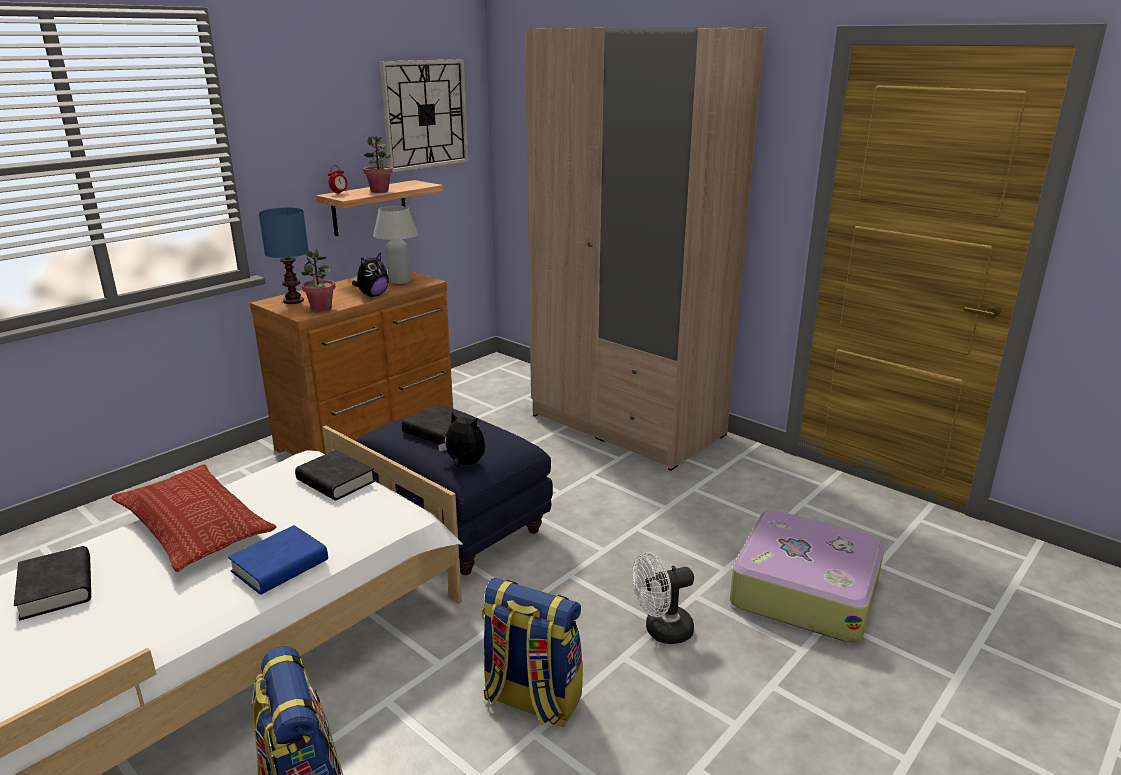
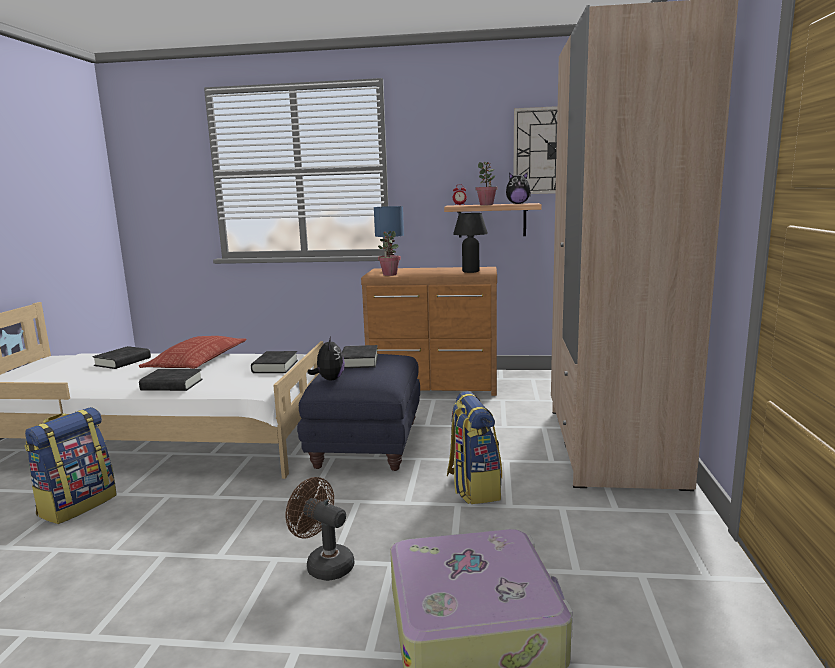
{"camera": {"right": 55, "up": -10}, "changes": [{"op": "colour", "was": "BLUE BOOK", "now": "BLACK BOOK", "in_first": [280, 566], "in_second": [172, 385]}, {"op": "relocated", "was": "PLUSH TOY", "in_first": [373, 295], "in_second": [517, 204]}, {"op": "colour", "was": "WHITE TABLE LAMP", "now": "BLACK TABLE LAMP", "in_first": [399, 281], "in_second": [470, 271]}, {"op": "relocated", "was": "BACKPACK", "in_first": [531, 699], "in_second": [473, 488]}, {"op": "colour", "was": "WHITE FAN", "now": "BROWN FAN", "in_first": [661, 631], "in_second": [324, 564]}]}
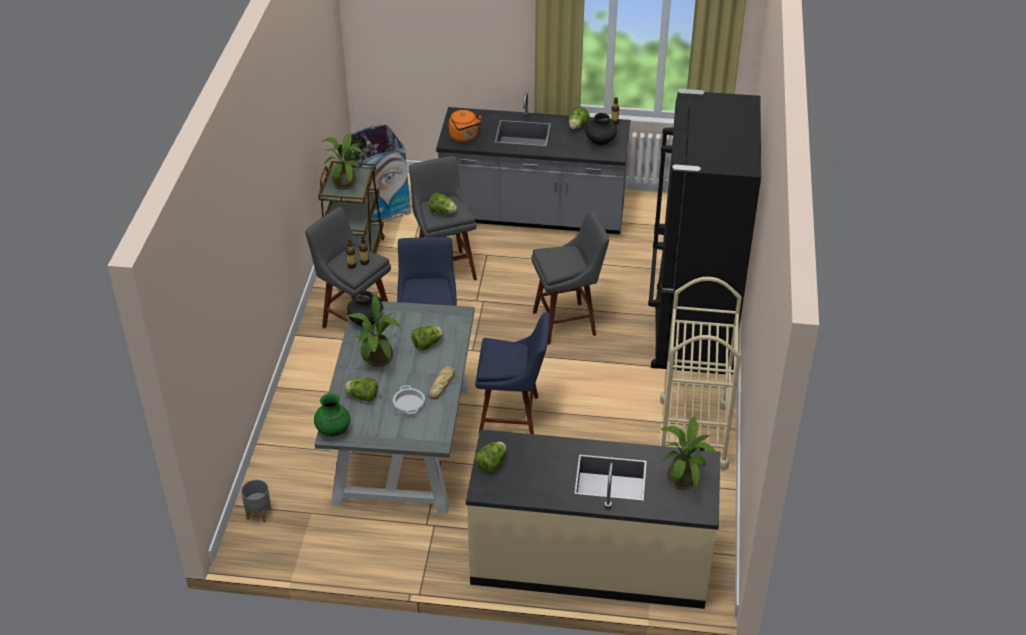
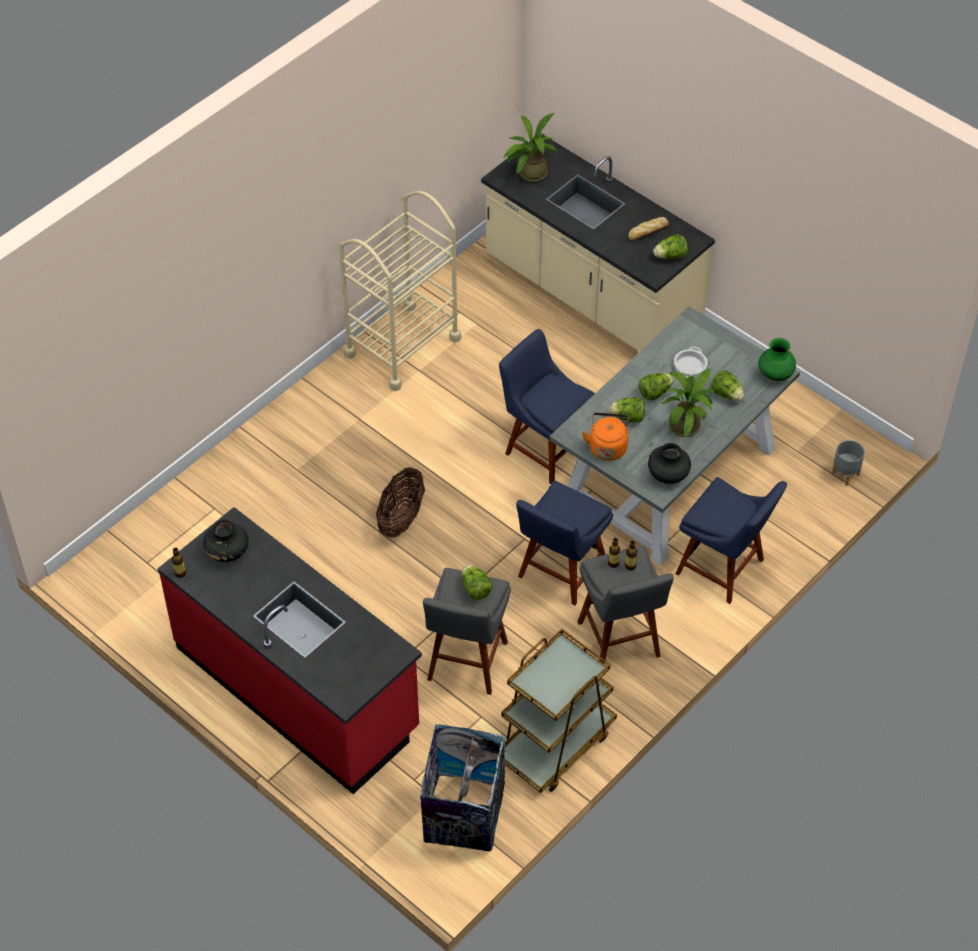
{"camera": {"right": -145, "up": 10}, "changes": [{"op": "missing", "was": "POTTED PLANT", "in_first": [346, 181]}, {"op": "relocated", "was": "BREAD", "in_first": [442, 384], "in_second": [647, 232]}, {"op": "colour", "was": "GREY COUNTER", "now": "RED COUNTER", "in_first": [533, 214], "in_second": [298, 688]}, {"op": "relocated", "was": "ORANGE KETTLE", "in_first": [465, 137], "in_second": [607, 446]}, {"op": "exchanged", "was": "GREY STOOL", "now": "BASKET", "in_first": [568, 322], "in_second": [401, 518]}, {"op": "relocated", "was": "LETTUCE", "in_first": [577, 126], "in_second": [655, 392]}, {"op": "missing", "was": "BLACK FRIDGE", "in_first": [690, 329]}, {"op": "appeared", "now": "BLUE CHAIR", "in_second": [723, 569]}]}
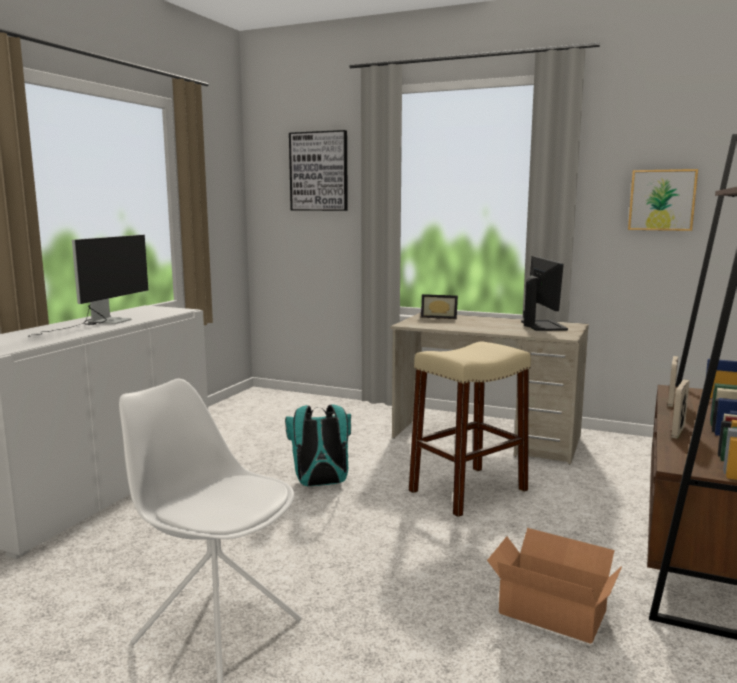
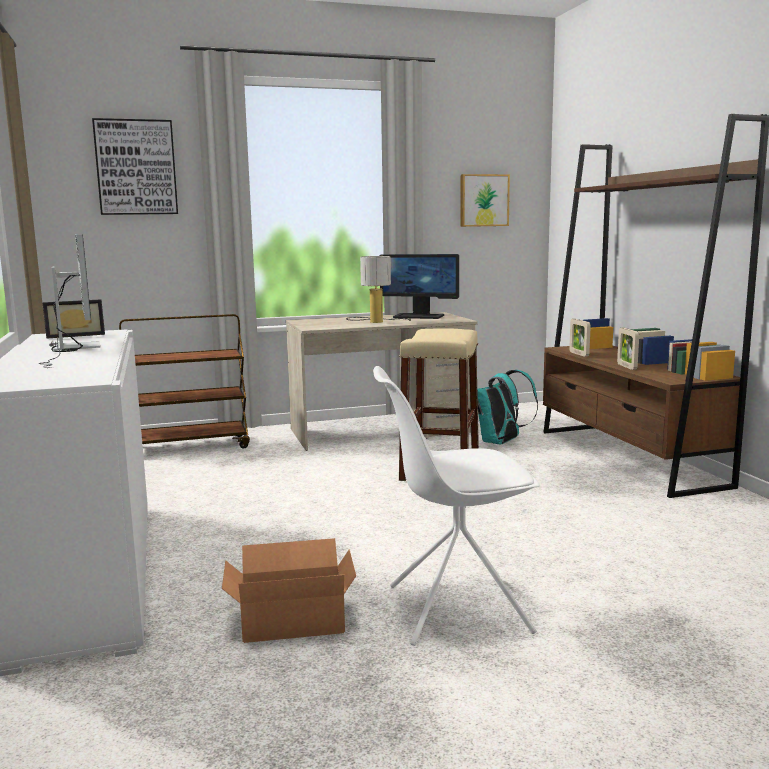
{"camera": {"right": -40, "up": 0}, "changes": [{"op": "relocated", "was": "TURQUOISE BACKPACK", "in_first": [320, 484], "in_second": [501, 442]}, {"op": "relocated", "was": "PICTURE FRAME", "in_first": [439, 317], "in_second": [75, 335]}, {"op": "relocated", "was": "CARDBOARD BOX", "in_first": [551, 609], "in_second": [290, 619]}, {"op": "spun", "was": "MONITOR", "in_first": [542, 325], "in_second": [419, 316], "clockwise": 150}, {"op": "appeared", "now": "BROWN CART", "in_second": [189, 446]}, {"op": "appeared", "now": "TABLE LAMP", "in_second": [376, 321]}]}
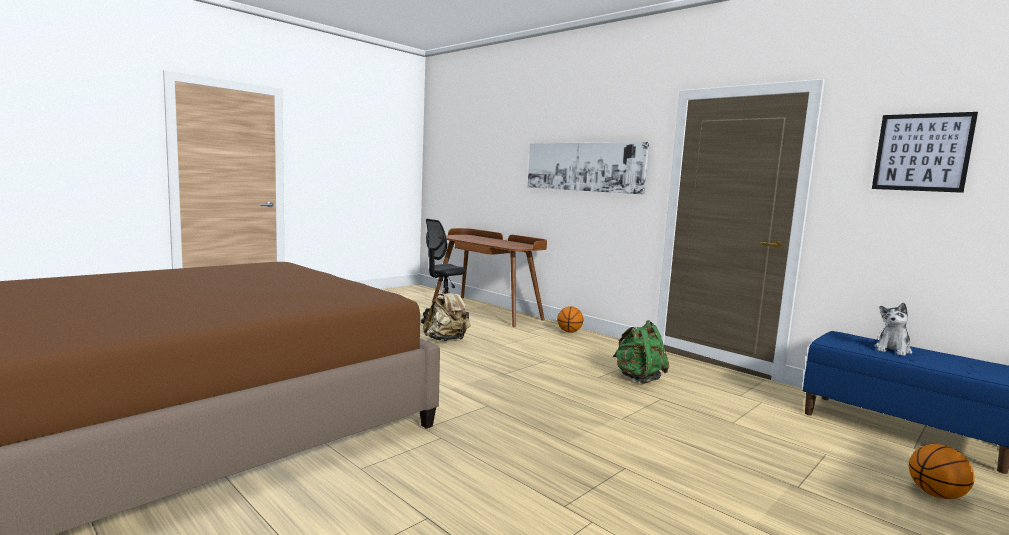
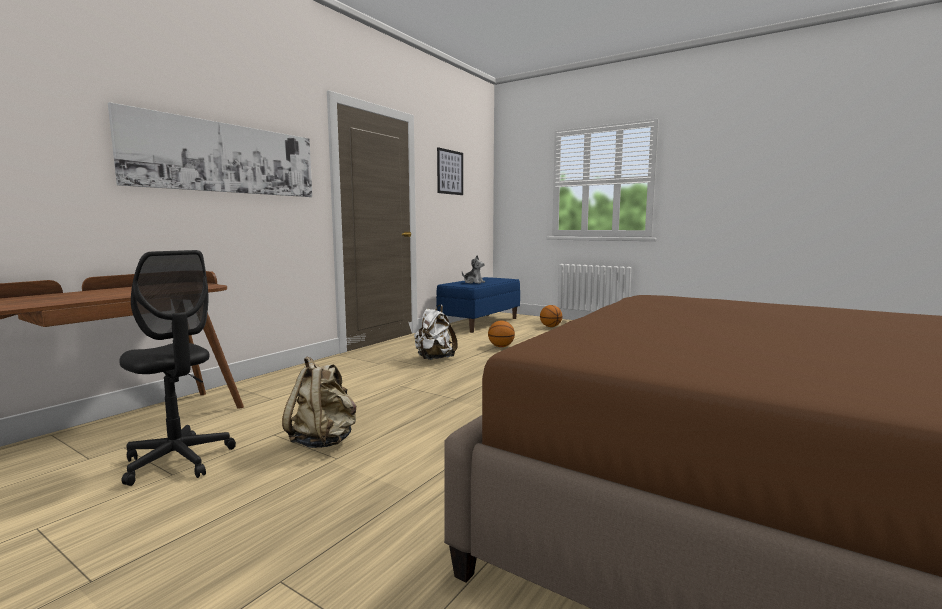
{"camera": {"right": -100, "up": 0}, "changes": [{"op": "relocated", "was": "BASKETBALL", "in_first": [569, 332], "in_second": [501, 346]}, {"op": "colour", "was": "GREEN BACKPACK", "now": "WHITE BACKPACK", "in_first": [638, 379], "in_second": [434, 359]}]}
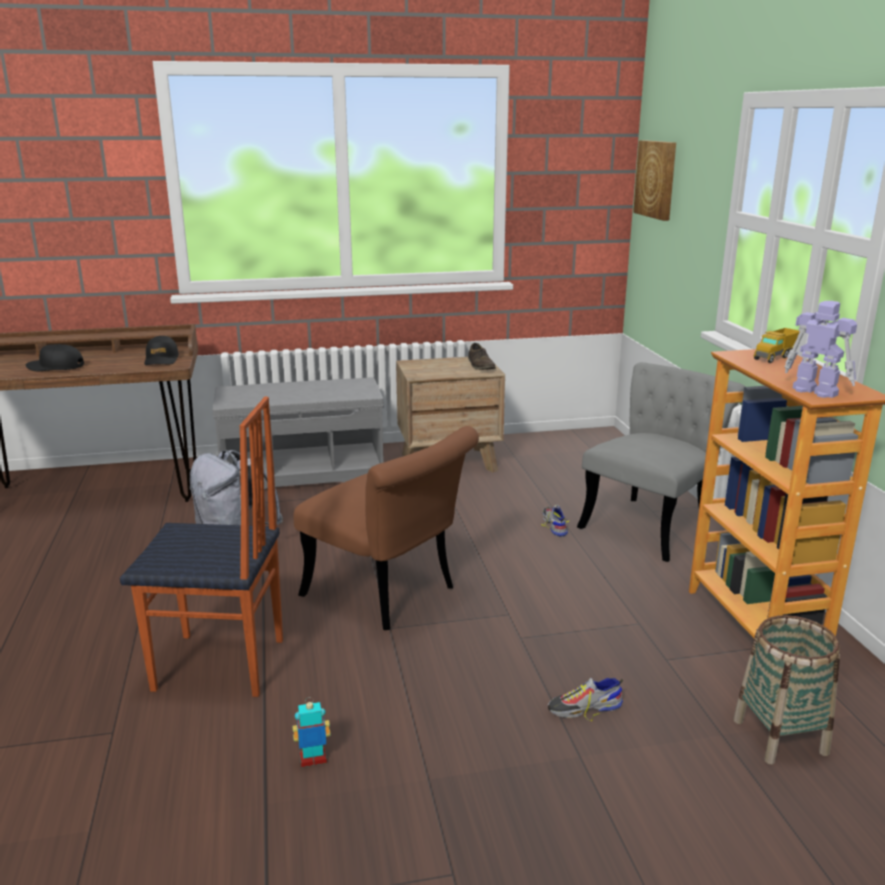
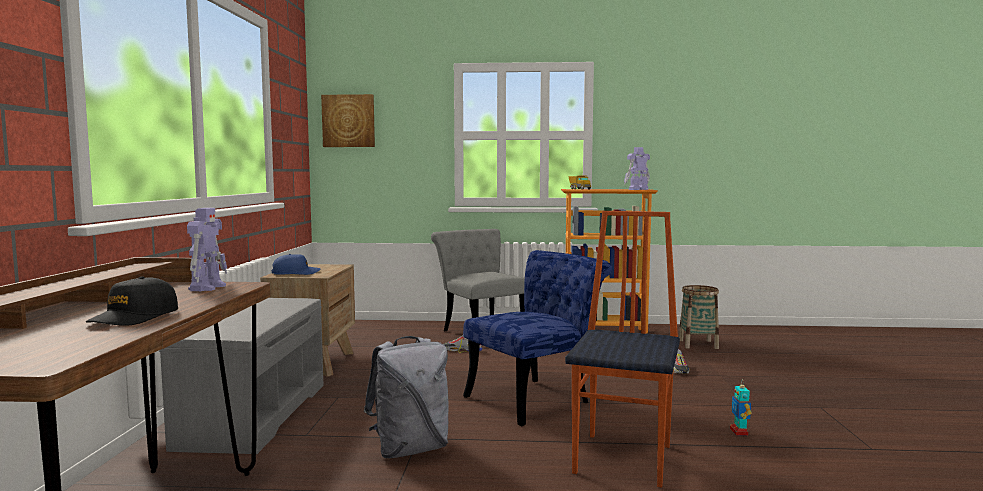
{"camera": {"right": -75, "up": -15}, "changes": [{"op": "exchanged", "was": "BLACK CAP", "now": "TOY ROBOT", "in_first": [161, 360], "in_second": [208, 287]}, {"op": "colour", "was": "BROWN CHAIR", "now": "BLUE CHAIR", "in_first": [389, 595], "in_second": [536, 399]}, {"op": "missing", "was": "BROWN SHOE", "in_first": [481, 365]}, {"op": "appeared", "now": "BLUE CAP", "in_second": [296, 273]}]}
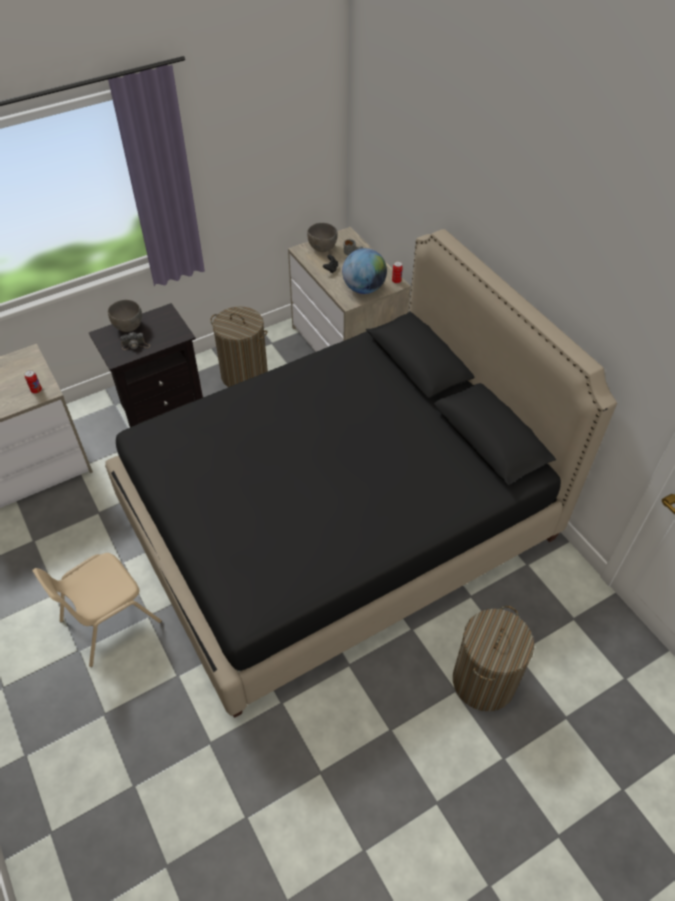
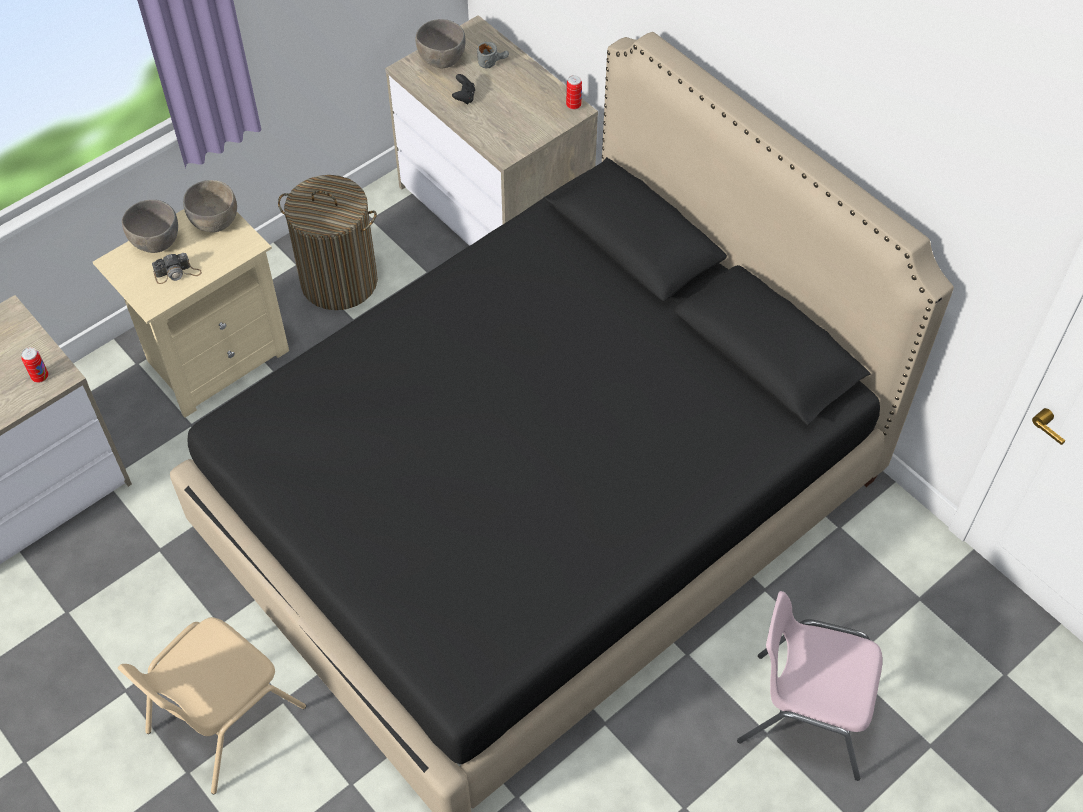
{"camera": {"right": -10, "up": 5}, "changes": [{"op": "colour", "was": "BLACK NIGHTSTAND", "now": "BEIGE NIGHTSTAND", "in_first": [160, 407], "in_second": [214, 357]}, {"op": "missing", "was": "GLOBE", "in_first": [363, 288]}, {"op": "exchanged", "was": "LAUNDRY BASKET", "now": "PINK CHAIR", "in_first": [483, 680], "in_second": [805, 713]}, {"op": "appeared", "now": "GREY BOWL", "in_second": [215, 222]}]}
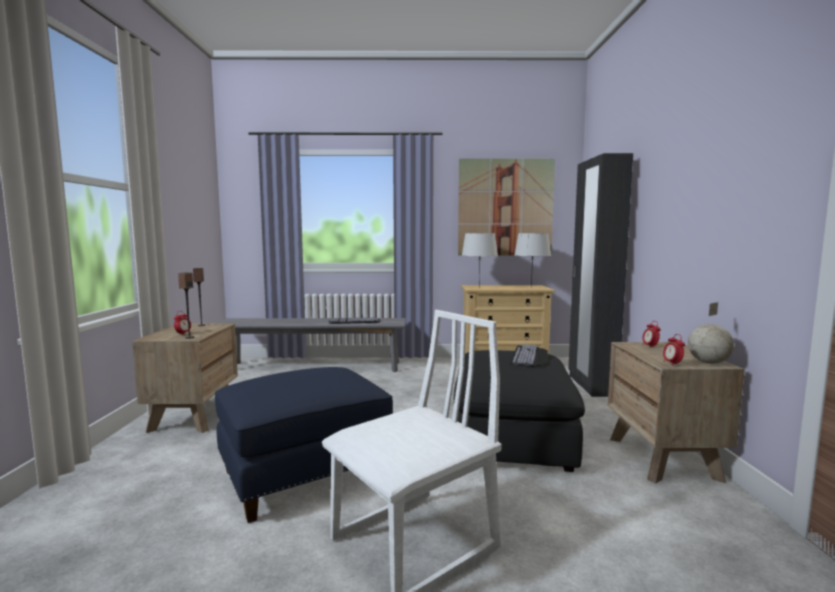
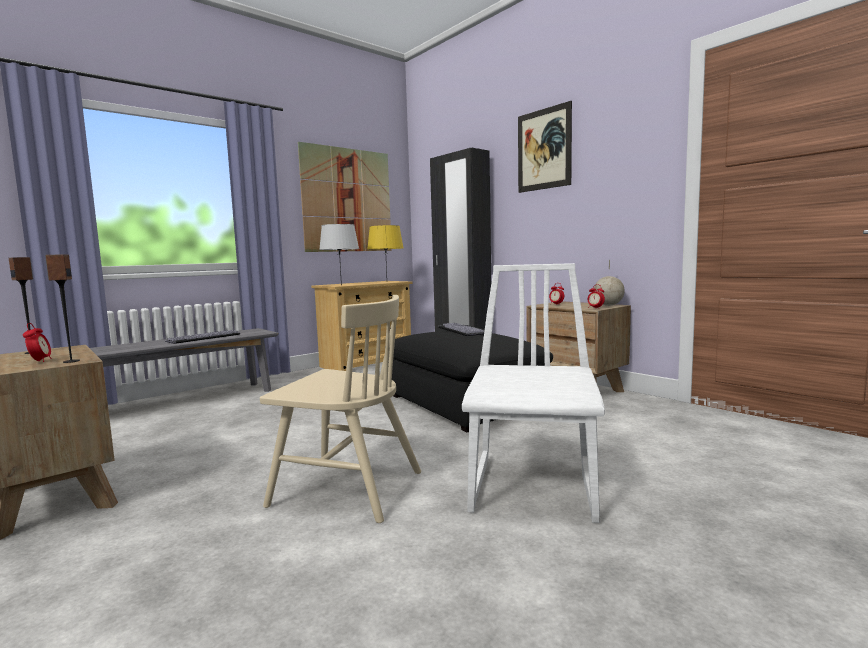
{"camera": {"right": -40, "up": 0}, "changes": [{"op": "exchanged", "was": "BLUE OTTOMAN", "now": "BEIGE CHAIR", "in_first": [305, 475], "in_second": [346, 488]}, {"op": "colour", "was": "GREY TABLE LAMP", "now": "YELLOW TABLE LAMP", "in_first": [531, 287], "in_second": [387, 281]}, {"op": "appeared", "now": "PICTURE", "in_second": [544, 149]}]}
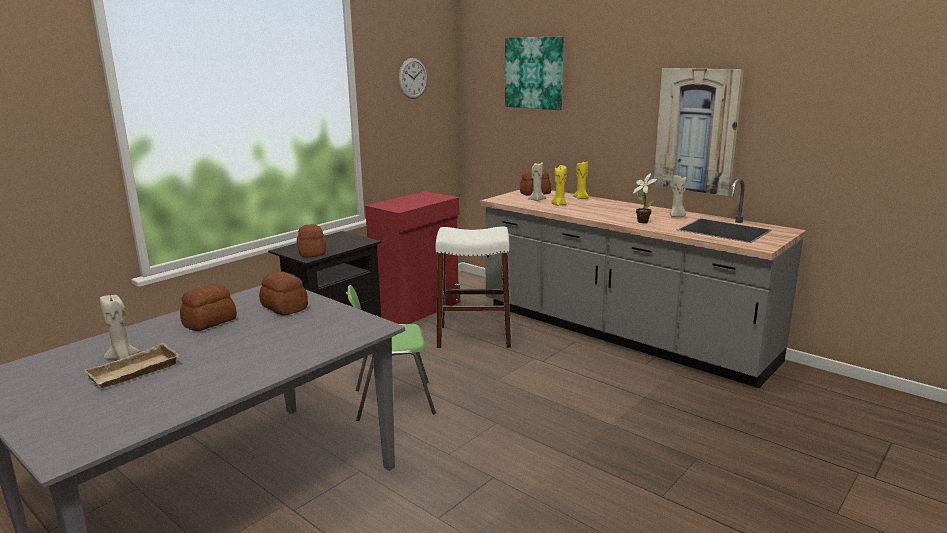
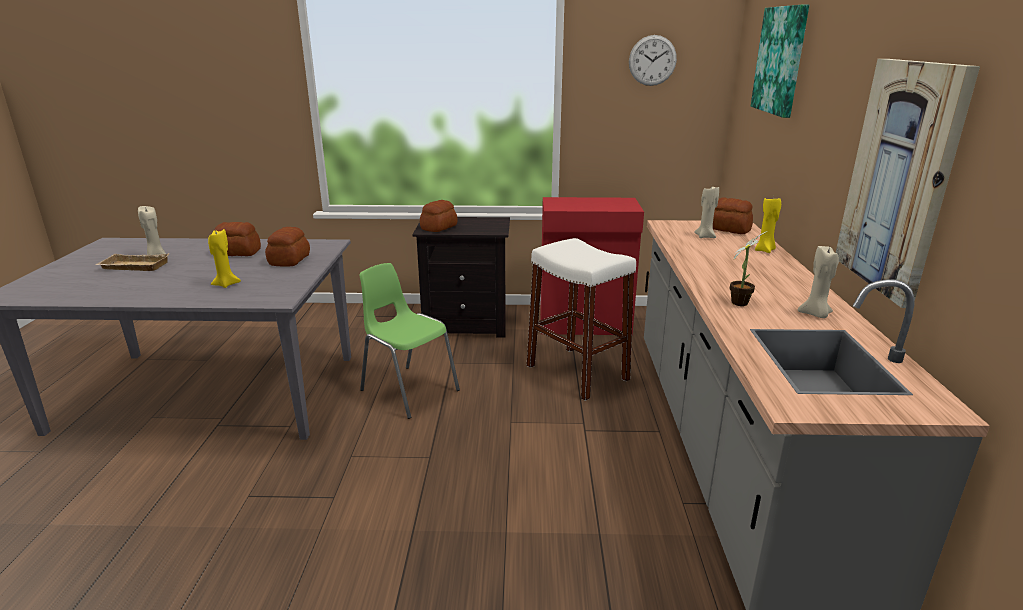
{"camera": {"right": 50, "up": 5}, "changes": [{"op": "relocated", "was": "YELLOW CANDLE", "in_first": [559, 204], "in_second": [226, 284]}]}
